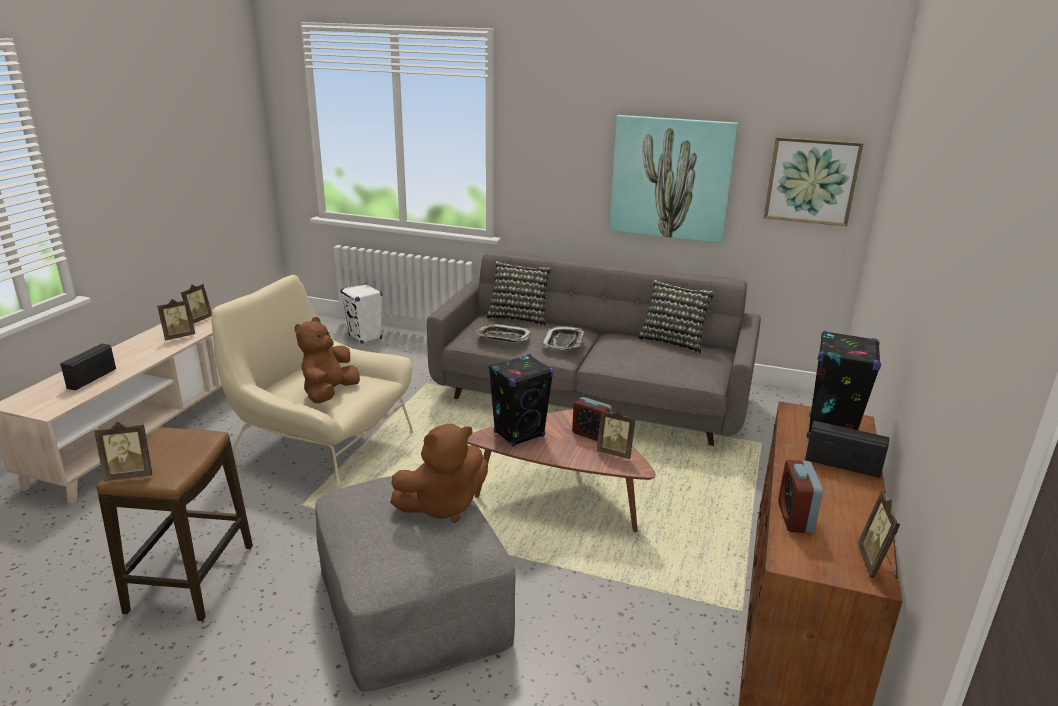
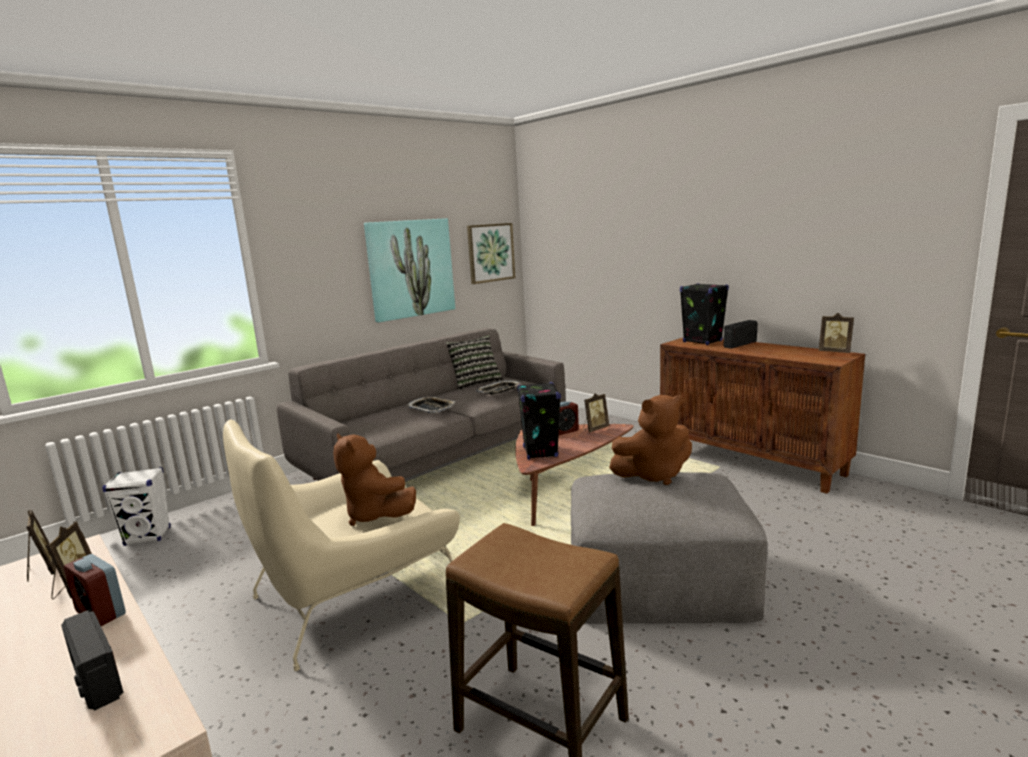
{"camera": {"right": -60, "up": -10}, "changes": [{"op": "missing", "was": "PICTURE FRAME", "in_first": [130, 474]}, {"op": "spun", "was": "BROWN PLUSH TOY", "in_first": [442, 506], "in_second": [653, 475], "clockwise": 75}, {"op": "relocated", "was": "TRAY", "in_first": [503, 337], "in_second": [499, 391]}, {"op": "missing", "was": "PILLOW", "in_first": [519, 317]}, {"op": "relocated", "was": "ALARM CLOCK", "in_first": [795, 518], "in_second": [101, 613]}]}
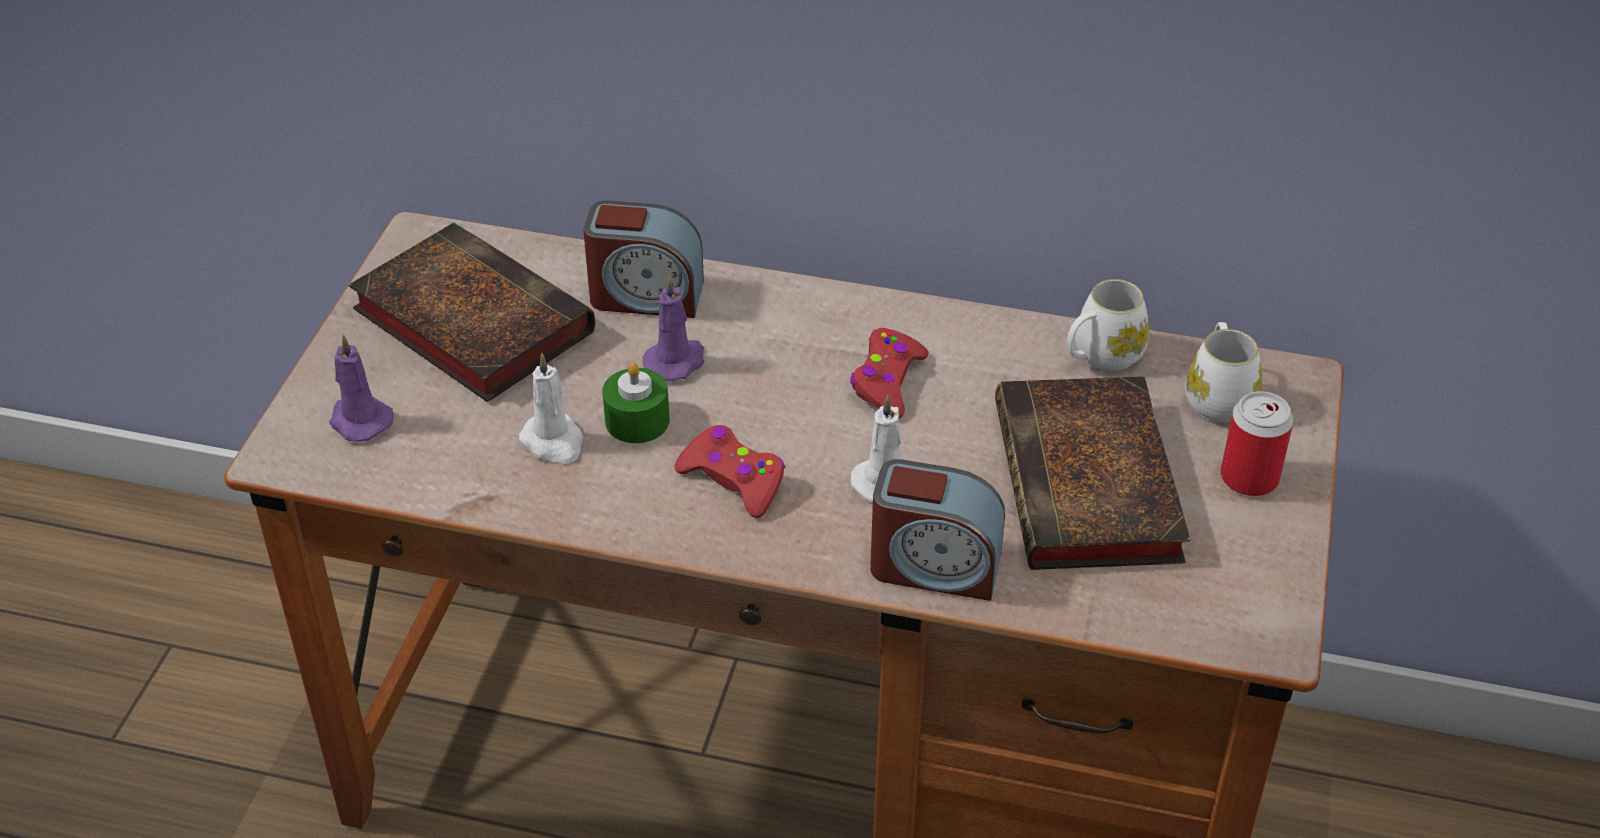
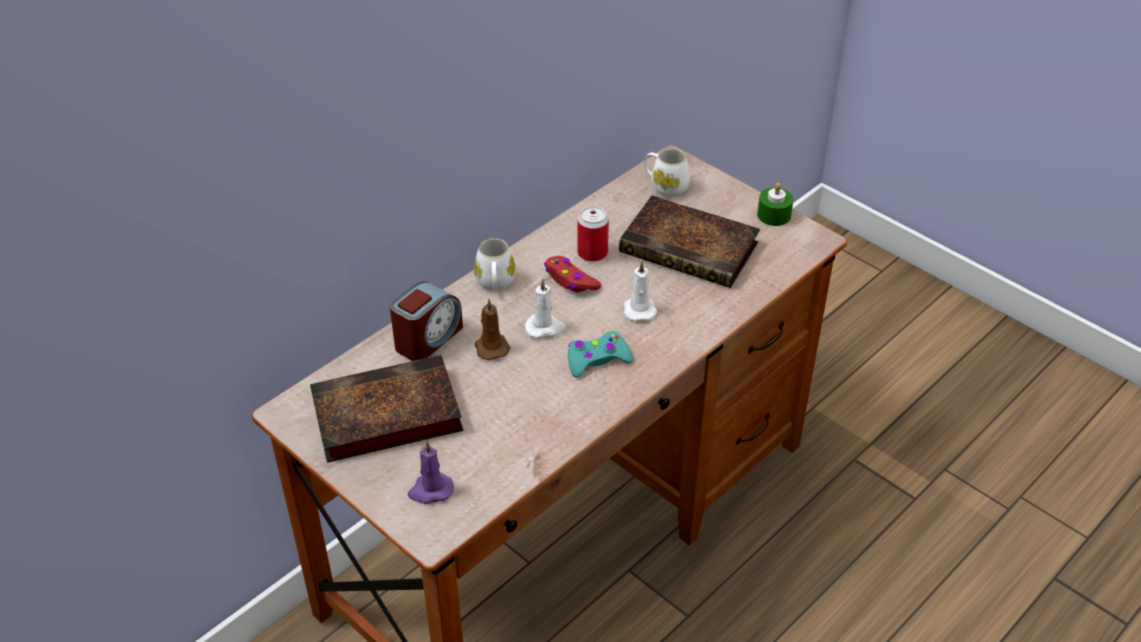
{"camera": {"right": -60, "up": 0}, "changes": [{"op": "relocated", "was": "WHITE CANDLE", "in_first": [554, 442], "in_second": [545, 328]}, {"op": "relocated", "was": "GREEN CANDLE", "in_first": [637, 421], "in_second": [774, 215]}, {"op": "colour", "was": "PURPLE CANDLE", "now": "BROWN CANDLE", "in_first": [676, 361], "in_second": [491, 347]}, {"op": "colour", "was": "RED GAME CONTROLLER", "now": "TURQUOISE GAME CONTROLLER", "in_first": [733, 480], "in_second": [597, 360]}, {"op": "missing", "was": "ALARM CLOCK", "in_first": [934, 566]}, {"op": "relocated", "was": "WHITE MUG", "in_first": [1101, 356], "in_second": [495, 284]}, {"op": "relocated", "was": "CAN", "in_first": [1249, 478], "in_second": [592, 253]}]}
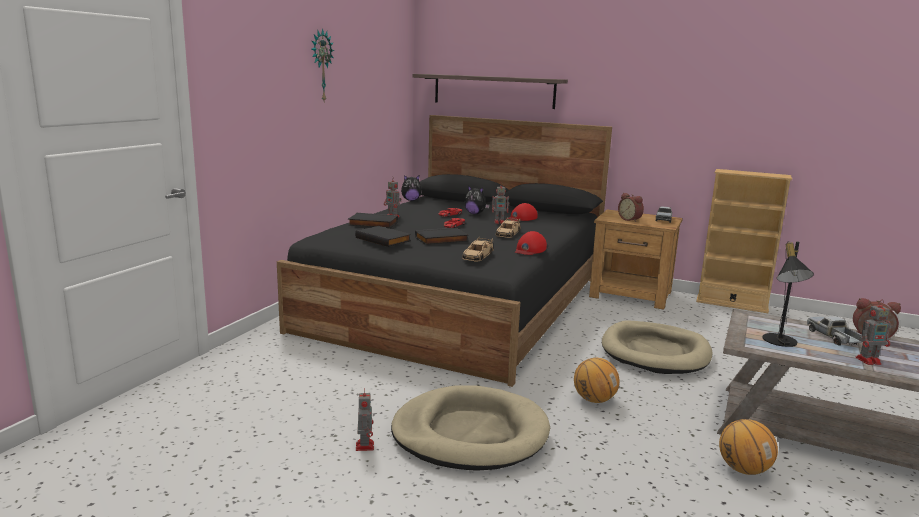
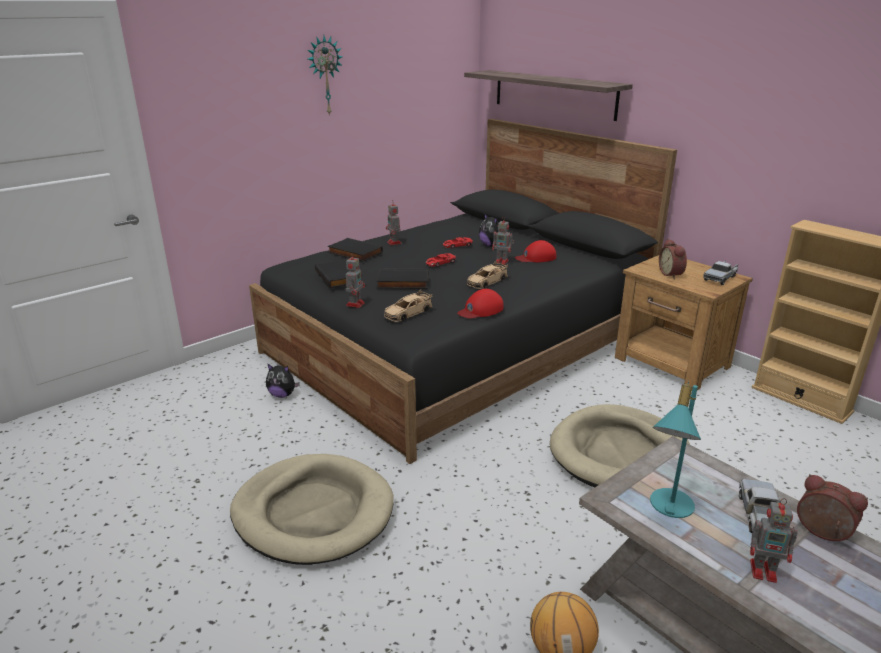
{"camera": {"right": 25, "up": 10}, "changes": [{"op": "relocated", "was": "TOY ROBOT", "in_first": [365, 445], "in_second": [355, 304]}, {"op": "relocated", "was": "PLUSH TOY", "in_first": [411, 200], "in_second": [282, 395]}, {"op": "missing", "was": "BASKETBALL", "in_first": [594, 400]}, {"op": "colour", "was": "BLACK TABLE LAMP", "now": "TURQUOISE TABLE LAMP", "in_first": [780, 342], "in_second": [667, 507]}]}
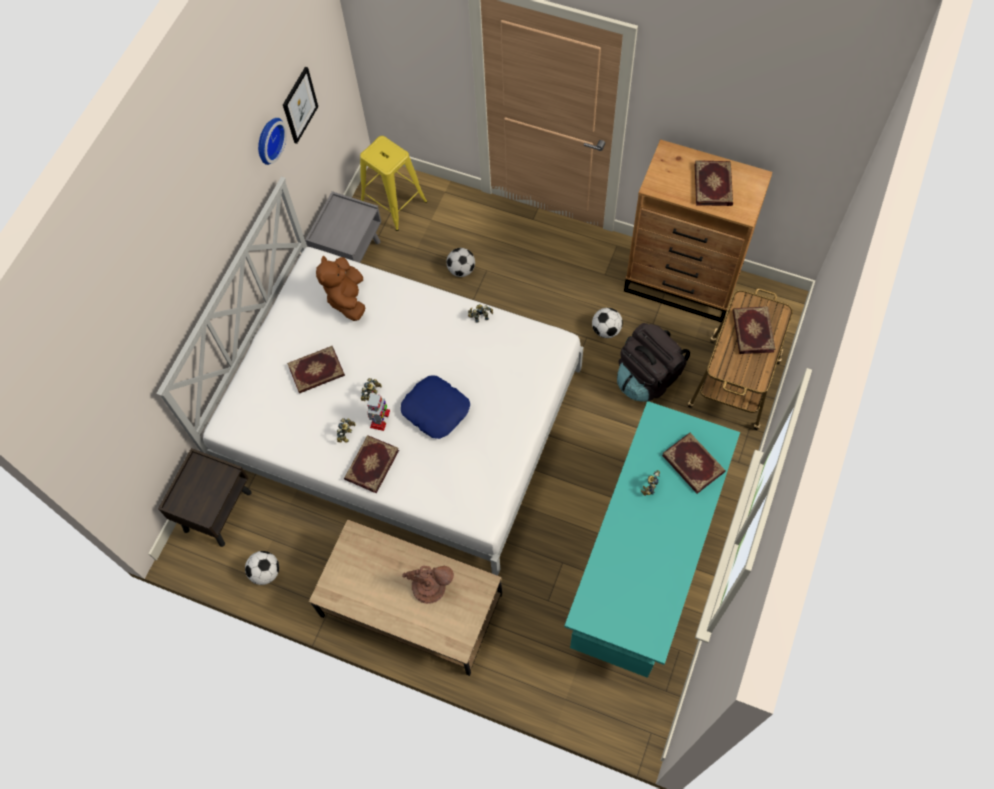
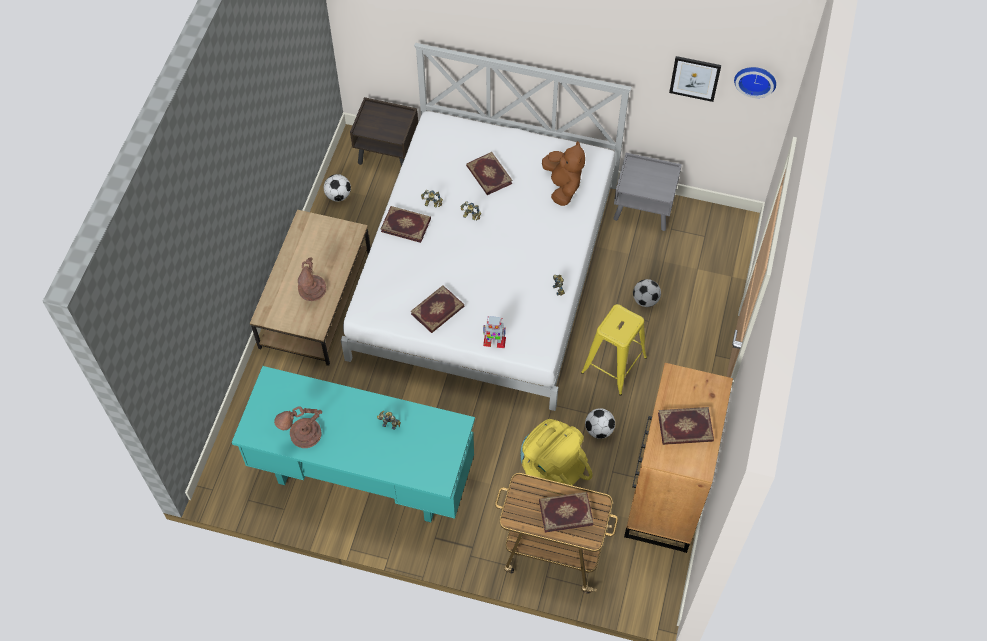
{"camera": {"right": 80, "up": -5}, "changes": [{"op": "relocated", "was": "WALL CLOCK", "in_first": [268, 140], "in_second": [755, 79]}, {"op": "spun", "was": "BROWN PLUSH TOY", "in_first": [347, 298], "in_second": [562, 186], "clockwise": 90}, {"op": "relocated", "was": "YELLOW STOOL", "in_first": [393, 203], "in_second": [614, 365]}, {"op": "relocated", "was": "TOY ROBOT", "in_first": [380, 419], "in_second": [494, 341]}, {"op": "missing", "was": "BLUE PILLOW", "in_first": [436, 409]}, {"op": "colour", "was": "BLACK BACKPACK", "now": "YELLOW BACKPACK", "in_first": [648, 377], "in_second": [552, 470]}, {"op": "relocated", "was": "BOOK", "in_first": [694, 463], "in_second": [438, 311]}, {"op": "appeared", "now": "BROWN TABLE LAMP", "in_second": [303, 435]}]}
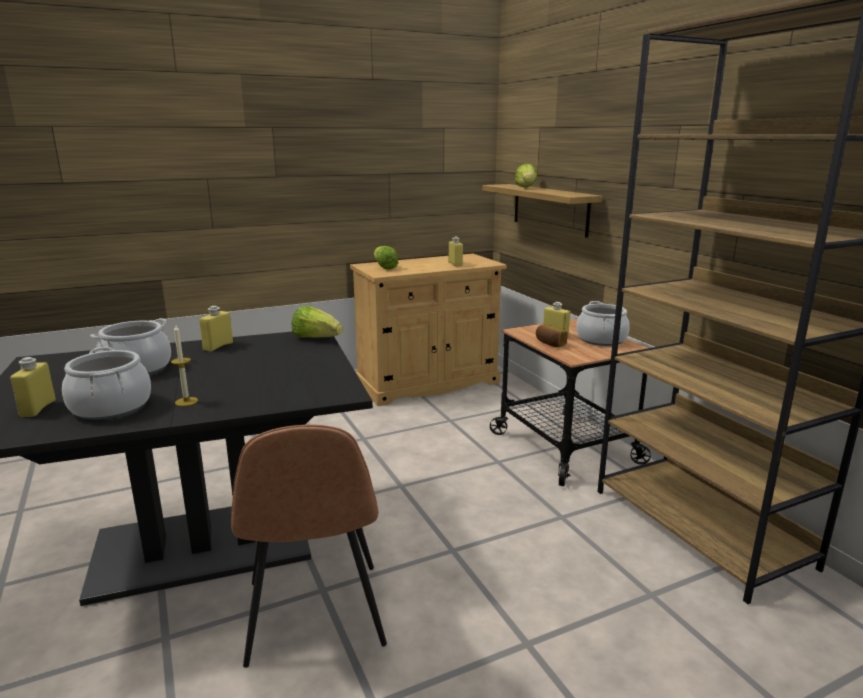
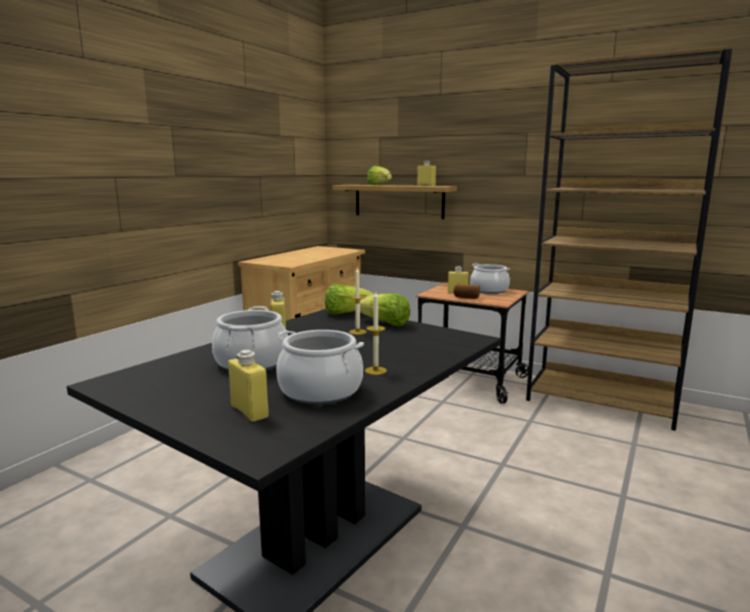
{"camera": {"right": -35, "up": -5}, "changes": [{"op": "missing", "was": "BROWN CHAIR", "in_first": [314, 616]}, {"op": "relocated", "was": "LETTUCE", "in_first": [384, 267], "in_second": [385, 324]}, {"op": "relocated", "was": "YELLOW BOTTLE", "in_first": [455, 264], "in_second": [426, 185]}, {"op": "appeared", "now": "CANDLE", "in_second": [357, 332]}]}
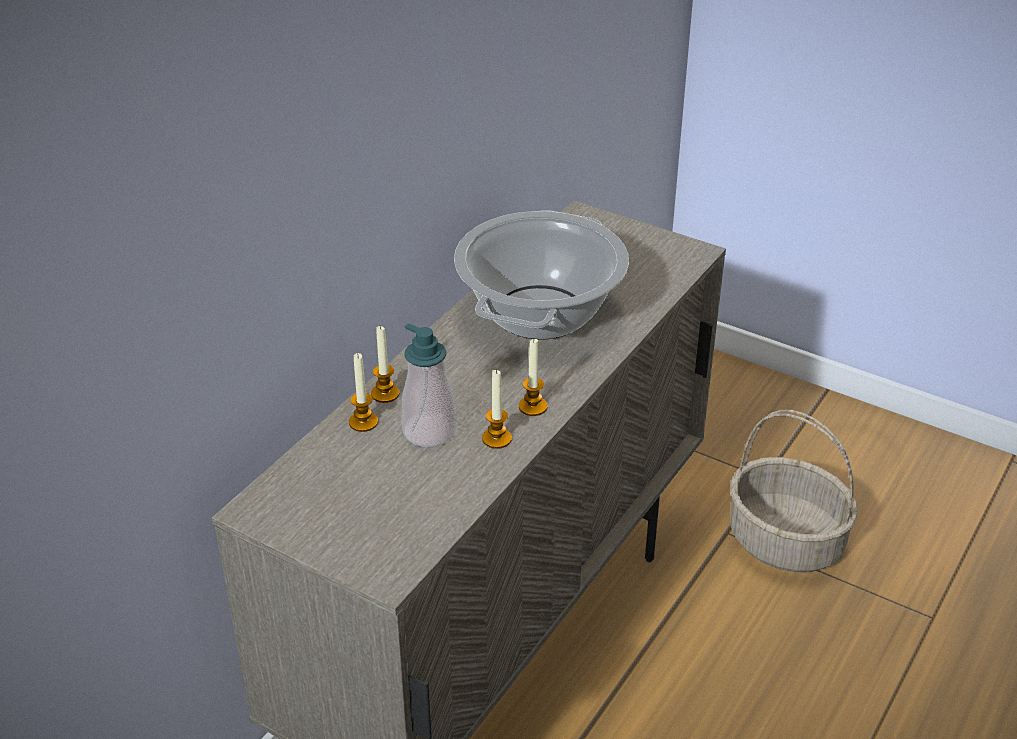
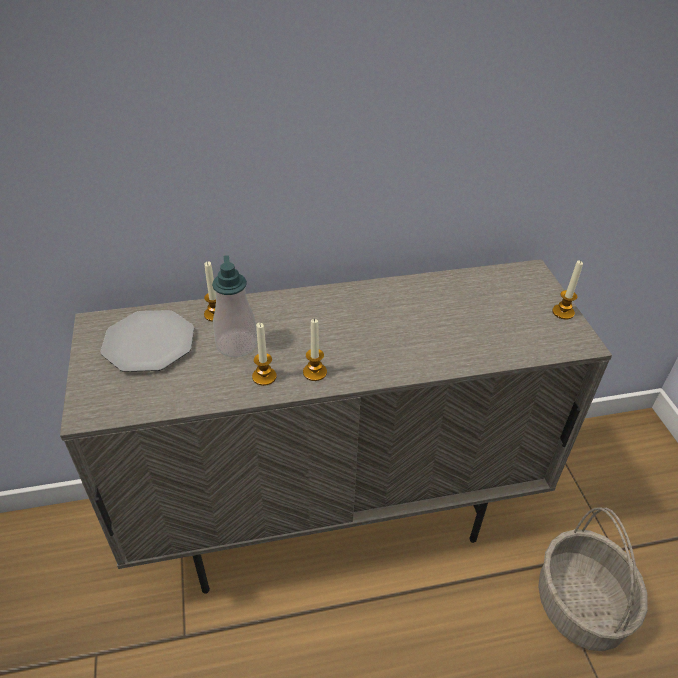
{"camera": {"right": 45, "up": 5}, "changes": [{"op": "relocated", "was": "CANDLE", "in_first": [385, 394], "in_second": [563, 312]}, {"op": "missing", "was": "COOKING POT", "in_first": [540, 312]}, {"op": "appeared", "now": "PLATE", "in_second": [150, 343]}]}
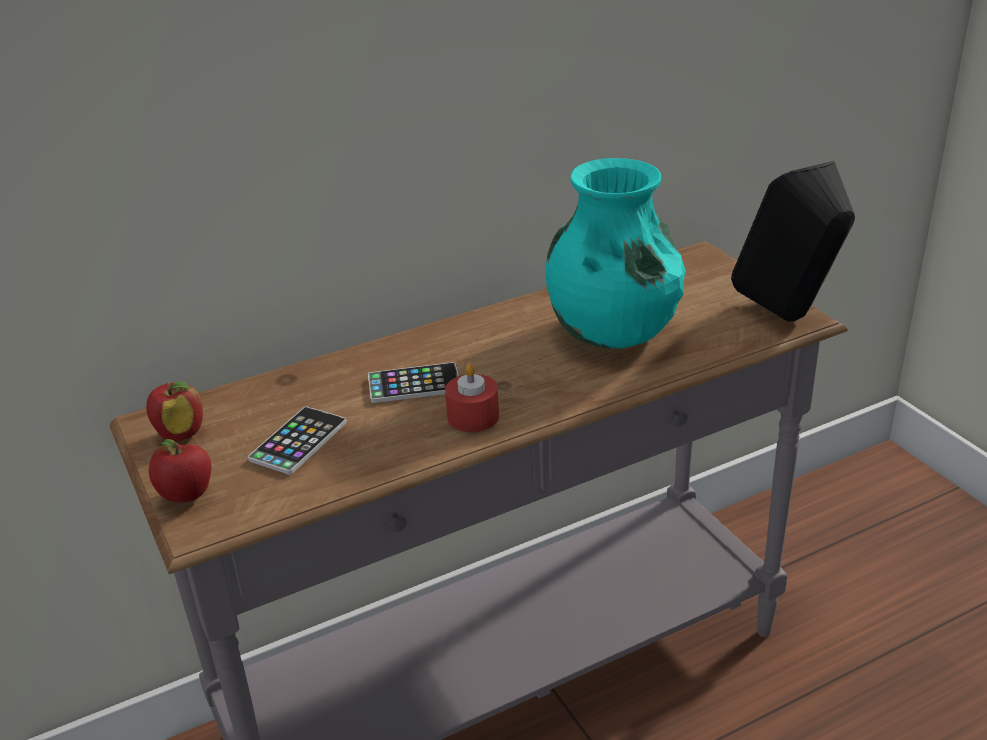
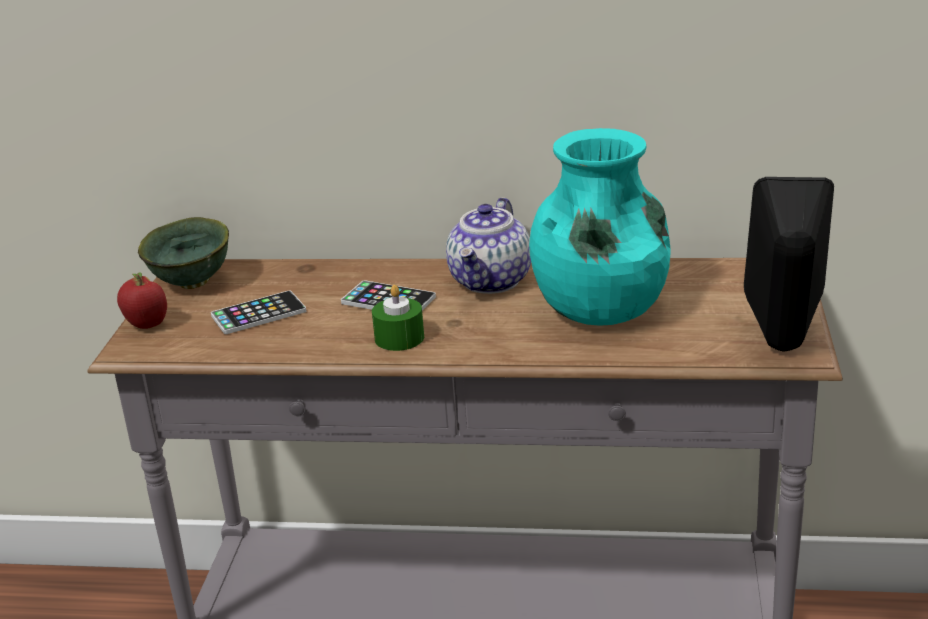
{"camera": {"right": 35, "up": -5}, "changes": [{"op": "exchanged", "was": "APPLE", "now": "GREEN BOWL", "in_first": [181, 434], "in_second": [194, 283]}, {"op": "colour", "was": "RED CANDLE", "now": "GREEN CANDLE", "in_first": [473, 416], "in_second": [399, 338]}, {"op": "appeared", "now": "TEAPOT", "in_second": [491, 281]}]}
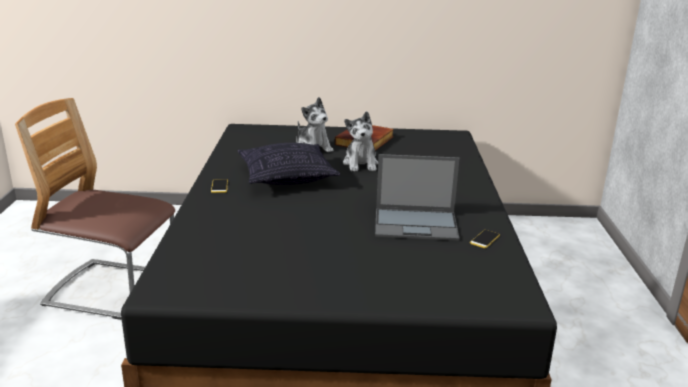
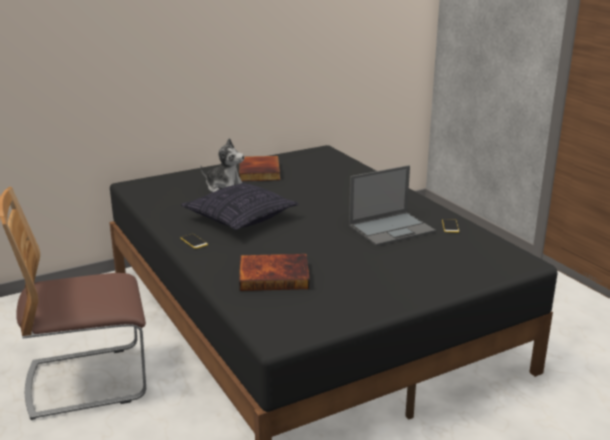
{"camera": {"right": -30, "up": 0}, "changes": [{"op": "missing", "was": "PLUSH TOY", "in_first": [361, 164]}, {"op": "appeared", "now": "BOOK", "in_second": [274, 275]}]}
